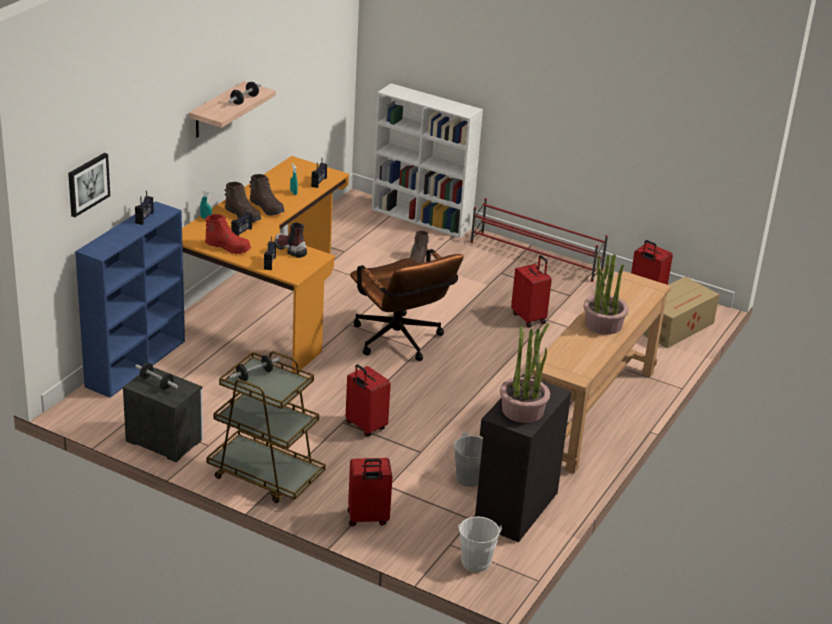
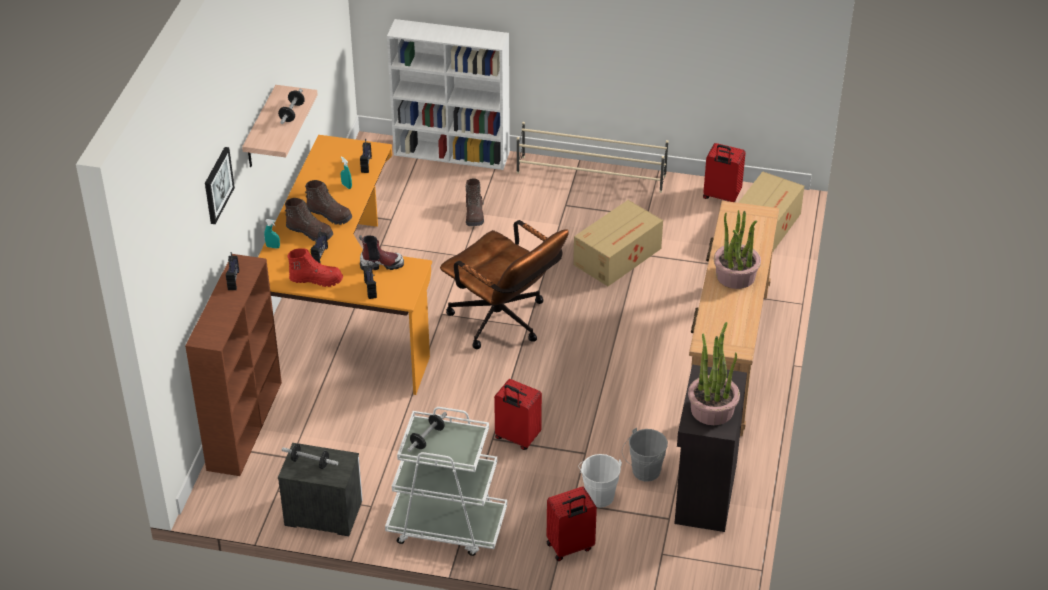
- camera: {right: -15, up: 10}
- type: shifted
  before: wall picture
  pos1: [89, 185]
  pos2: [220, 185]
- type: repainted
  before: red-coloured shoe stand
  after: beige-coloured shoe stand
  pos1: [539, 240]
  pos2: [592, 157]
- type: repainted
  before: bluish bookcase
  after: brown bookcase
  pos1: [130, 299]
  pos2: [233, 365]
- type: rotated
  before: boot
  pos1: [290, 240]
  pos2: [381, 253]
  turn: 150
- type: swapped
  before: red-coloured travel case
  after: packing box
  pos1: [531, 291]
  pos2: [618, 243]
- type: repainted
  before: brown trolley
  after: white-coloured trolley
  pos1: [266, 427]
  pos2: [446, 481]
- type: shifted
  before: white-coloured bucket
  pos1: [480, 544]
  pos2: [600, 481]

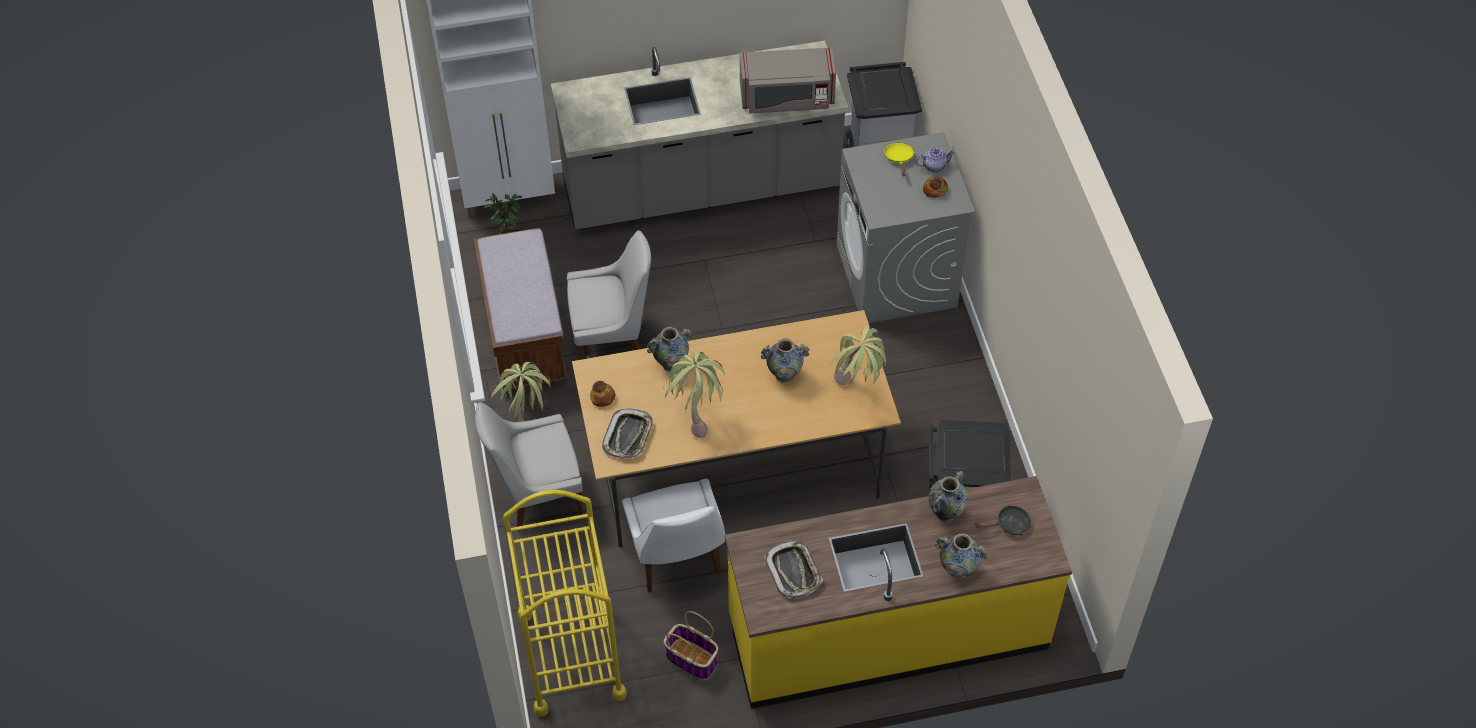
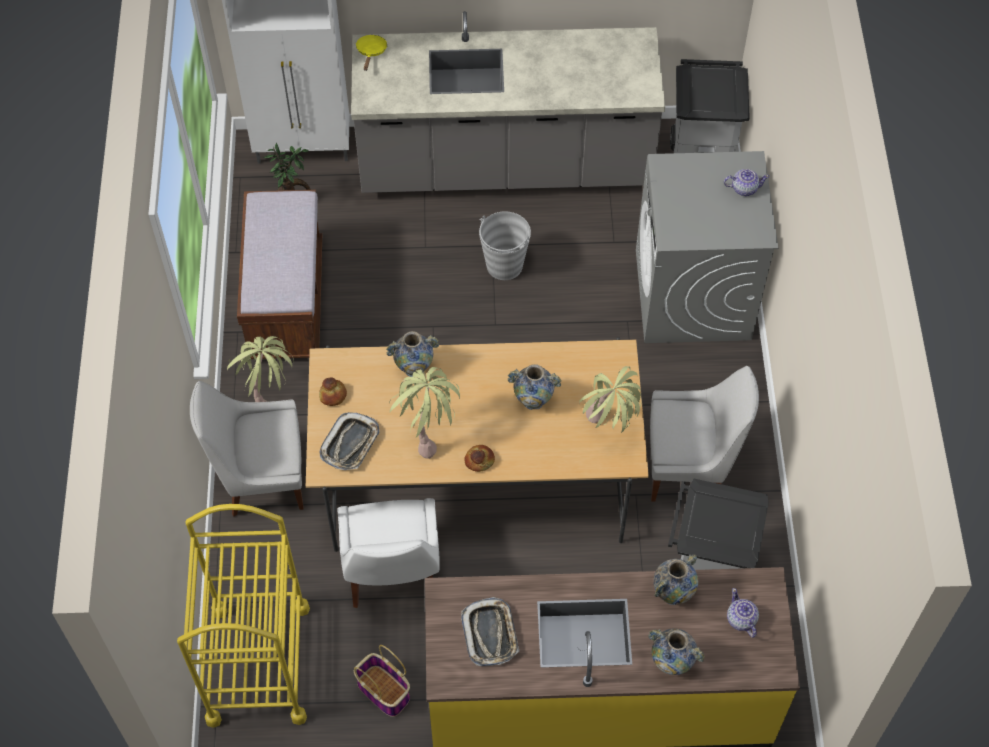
- camera: {right: 10, up: 5}
- type: gone
  before: grey kitchen microwave
  pos1: [788, 80]
- type: shifted
  before: yellow-coloured pan
  pos1: [899, 160]
  pos2: [371, 53]
- type: shifted
  before: baked bread
  pos1: [935, 187]
  pos2: [479, 458]
- type: shifted
  before: white-coloured chair
  pos1: [609, 295]
  pos2: [704, 434]
- type: swapped
  before: black-coloured pan
  after: tea pot
  pos1: [1003, 520]
  pos2: [743, 613]
- type: new
  after: grey bucket
  pos2: [505, 245]

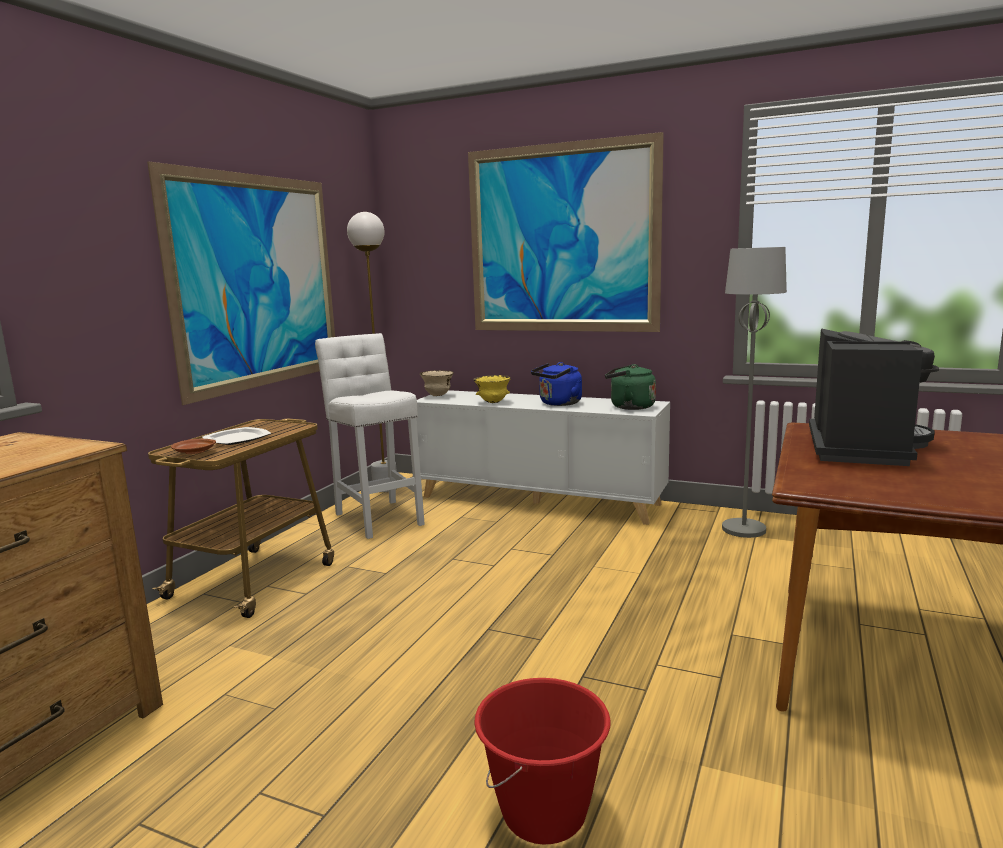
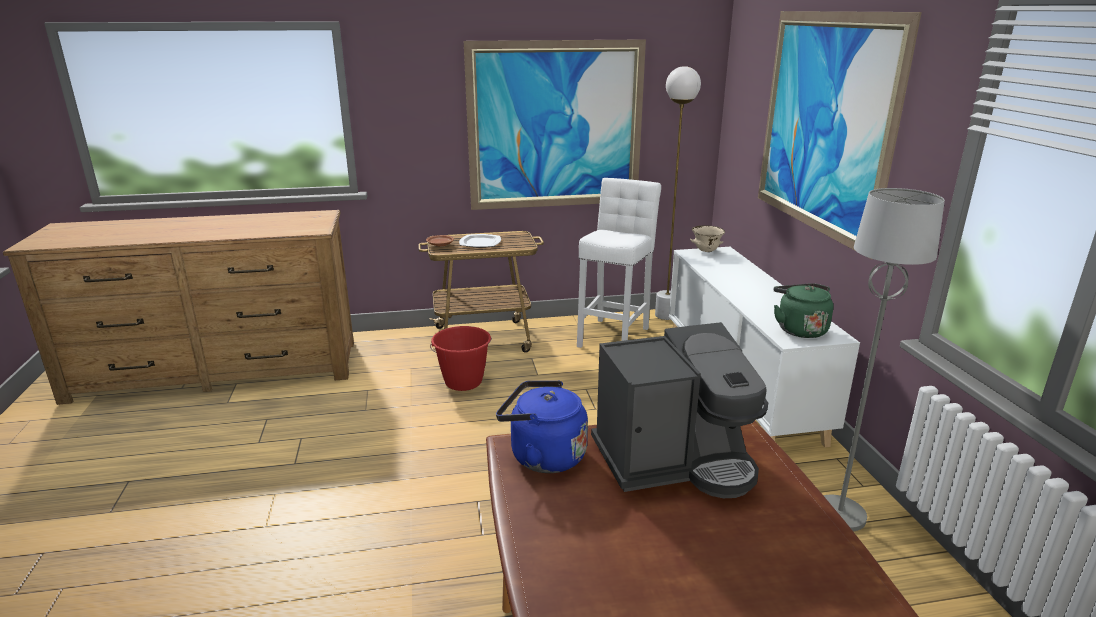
- camera: {right: 55, up: 10}
- type: shifted
  before: bluish kettle
  pos1: [556, 384]
  pos2: [542, 426]
- type: gone
  before: yellow-coloured deep dish
  pos1: [492, 389]
- type: shifted
  before: red-coloured bucket
  pos1: [542, 761]
  pos2: [461, 358]

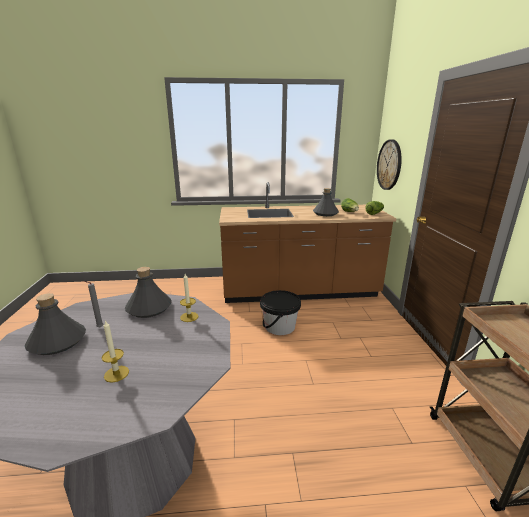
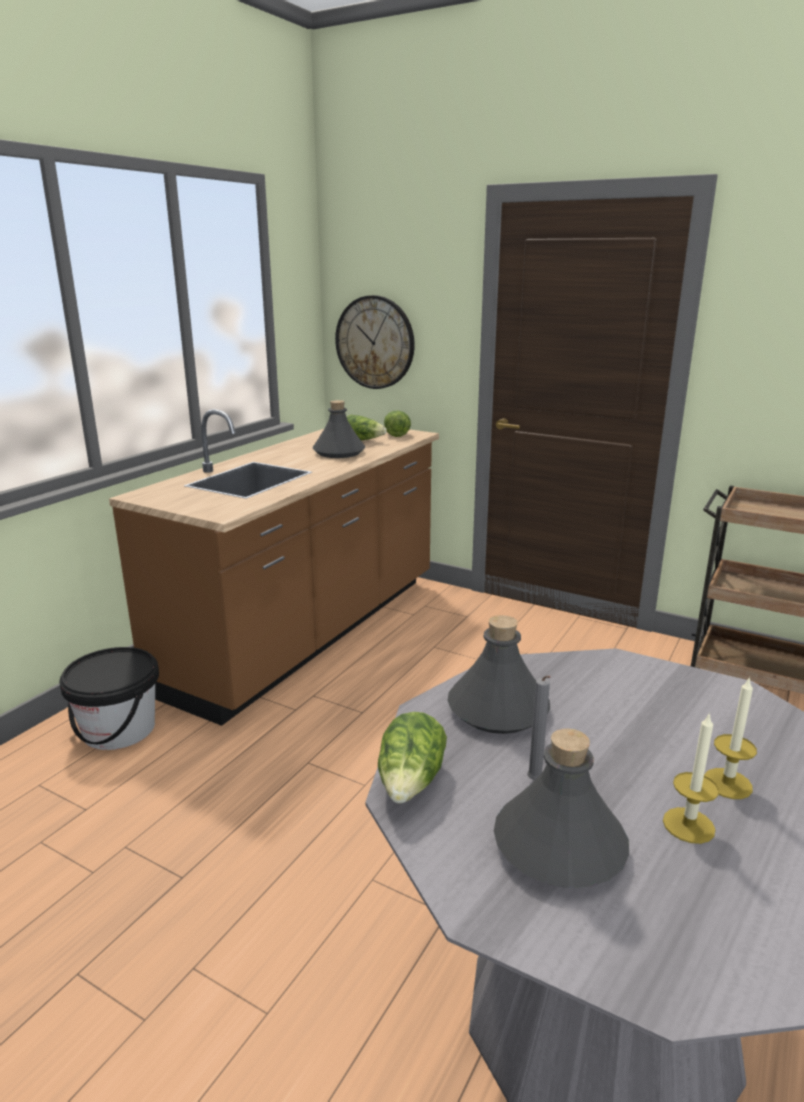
- camera: {right: -55, up: 0}
- type: shifted
  before: wax light
  pos1: [189, 298]
  pos2: [691, 778]
- type: shifted
  before: black-coloured bucket
  pos1: [280, 312]
  pos2: [109, 698]
- type: new
  after: lettuce head
  pos2: [412, 758]

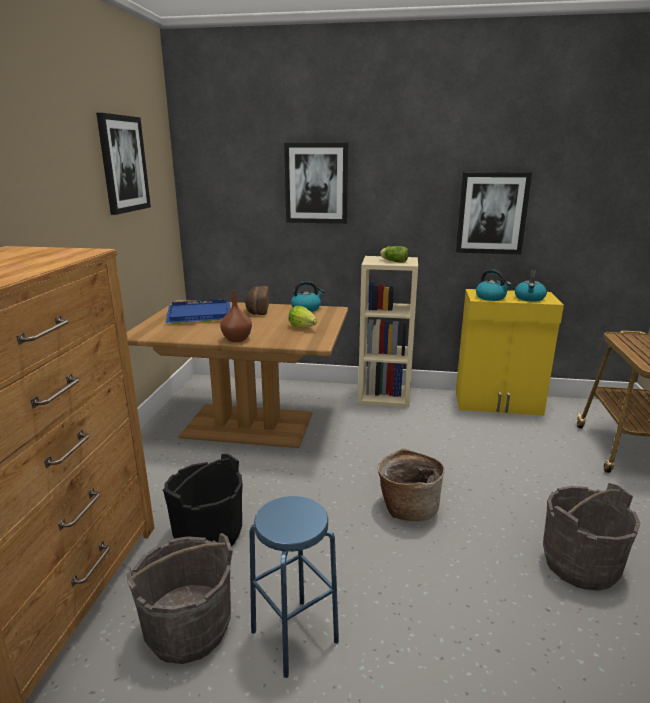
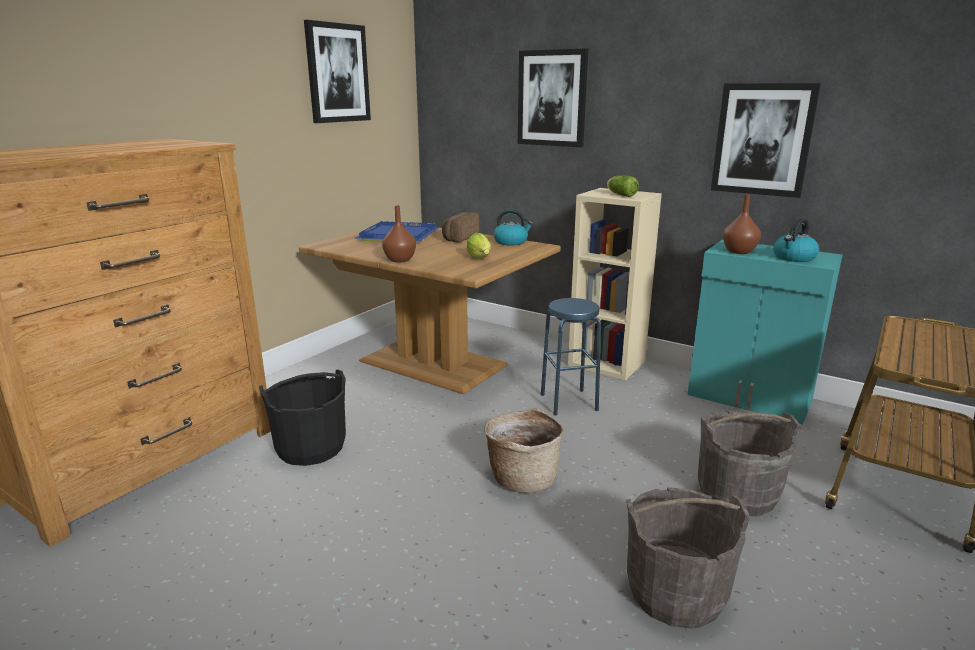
- camera: {right: 25, up: 0}
- type: swapped
  before: kettle
  after: brown vase
  pos1: [493, 285]
  pos2: [742, 224]
- type: repainted
  before: yellow-coloured storage cabinet
  after: turquoise storage cabinet
  pos1: [510, 352]
  pos2: [765, 332]
- type: shifted
  before: bluish sitting stool
  pos1: [294, 587]
  pos2: [571, 357]
- type: shifted
  before: grey bucket
  pos1: [179, 598]
  pos2: [749, 463]

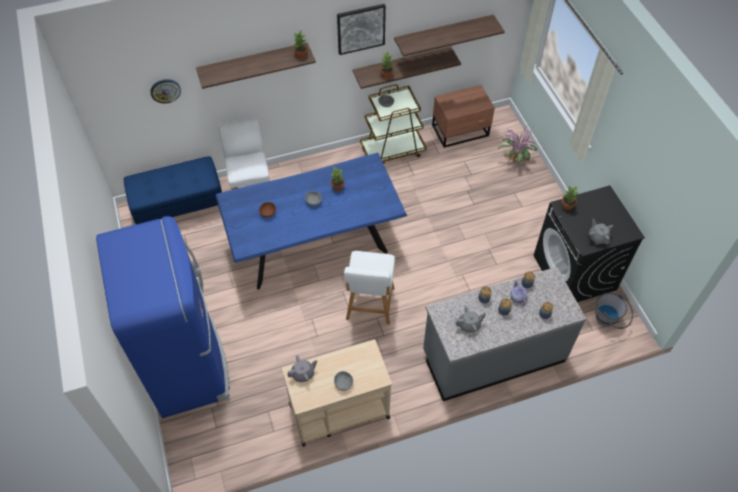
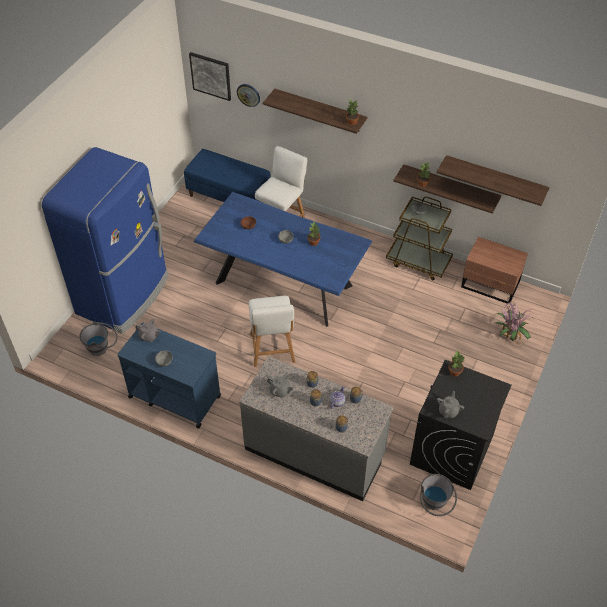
- camera: {right: 45, up: -5}
- type: shifted
  before: wall picture
  pos1: [361, 29]
  pos2: [210, 76]
- type: rotated
  before: white-coloured chair
  pos1: [369, 288]
  pos2: [272, 331]
  turn: -60
- type: repainted
  before: beige-coloured trolley
  after: bluish trolley
  pos1: [337, 393]
  pos2: [169, 376]
- type: new
  after: grey bucket
  pos2: [98, 338]

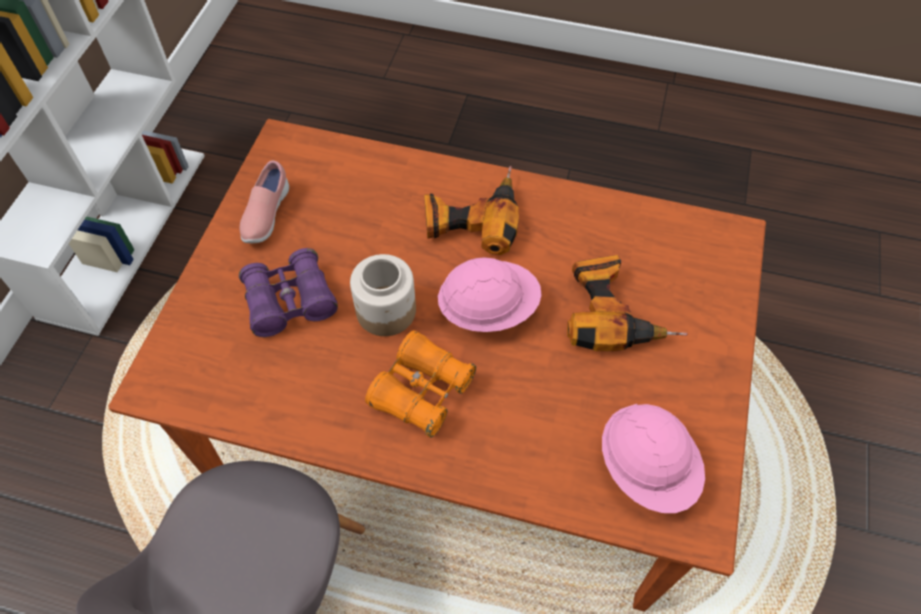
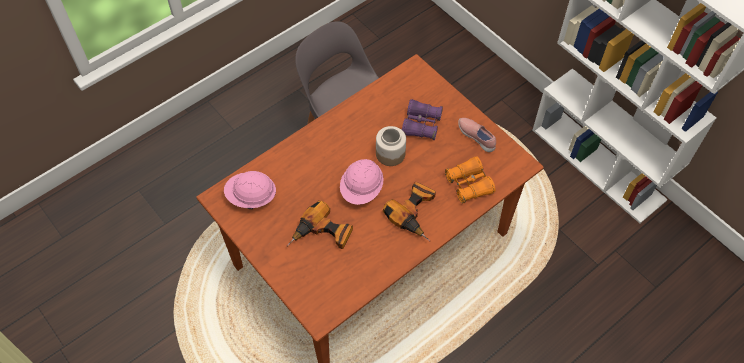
- camera: {right: 125, up: 0}
- type: shifted
  before: orangey field glasses
  pos1: [420, 384]
  pos2: [470, 180]

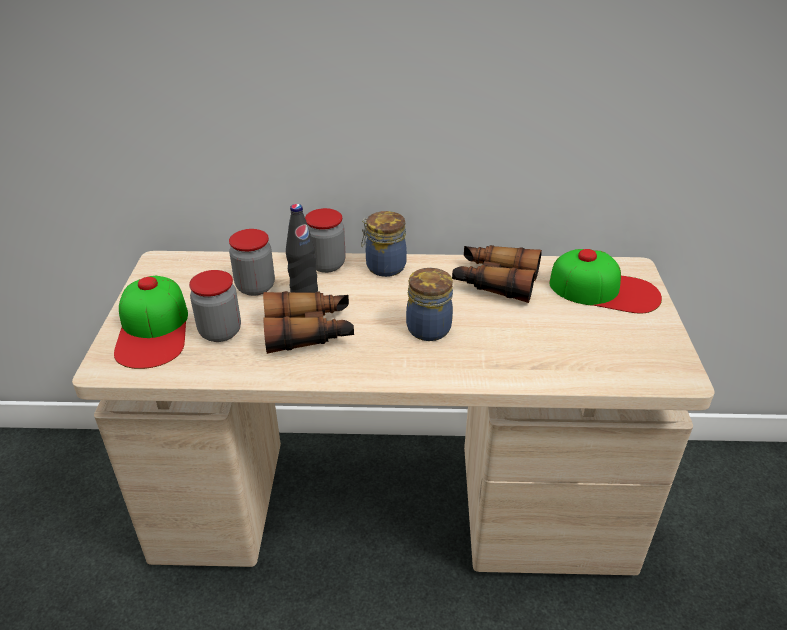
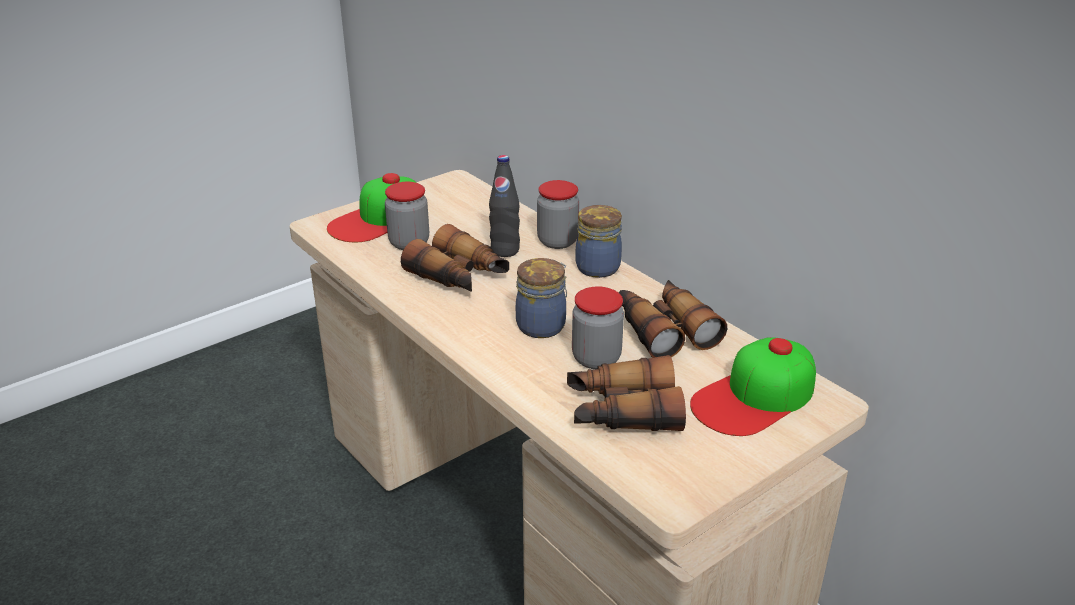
- camera: {right: 50, up: -5}
- type: shifted
  before: preserve jar
  pos1: [252, 262]
  pos2: [598, 327]
- type: rotated
  before: baseball cap
  pos1: [605, 281]
  pos2: [753, 386]
  turn: 75
- type: new
  after: field glasses
  pos2: [626, 393]

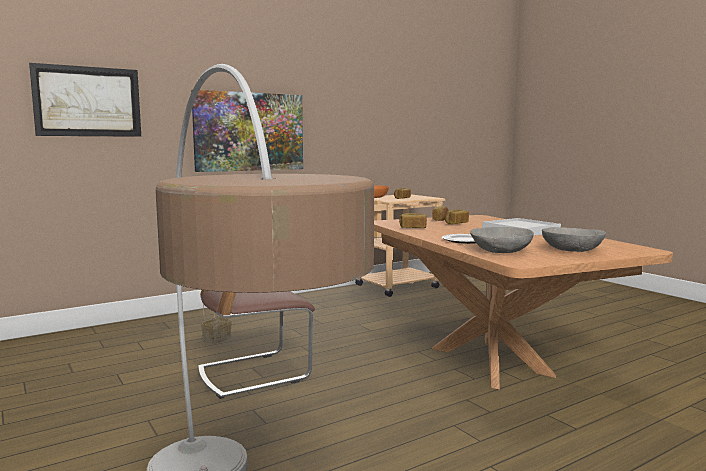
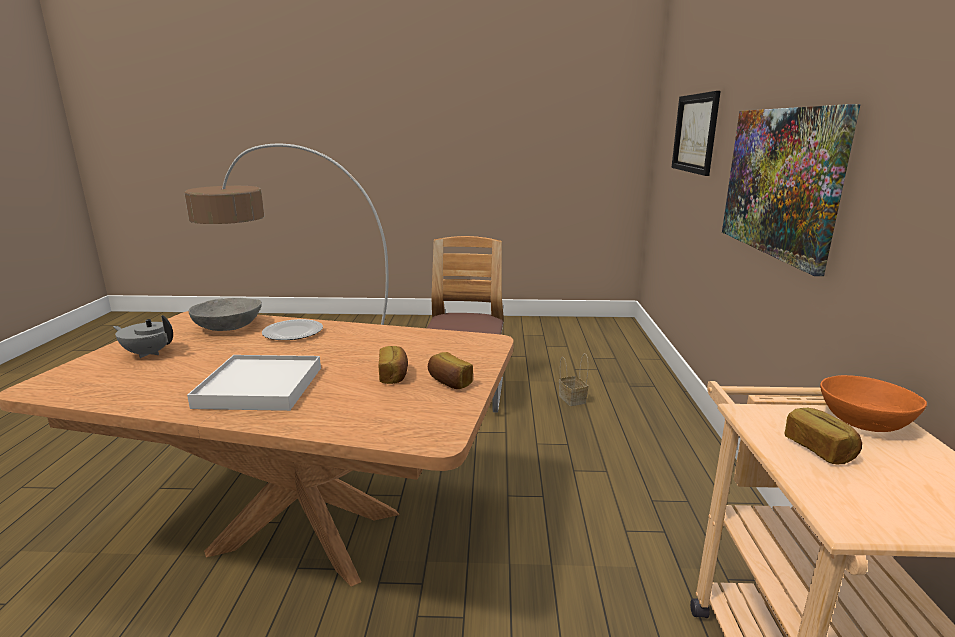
- camera: {right: 125, up: 10}
- type: gone
  before: baked bread
  pos1: [413, 220]
- type: swapped
  before: grey deep dish
  after: grey tea pot
  pos1: [574, 239]
  pos2: [143, 336]

